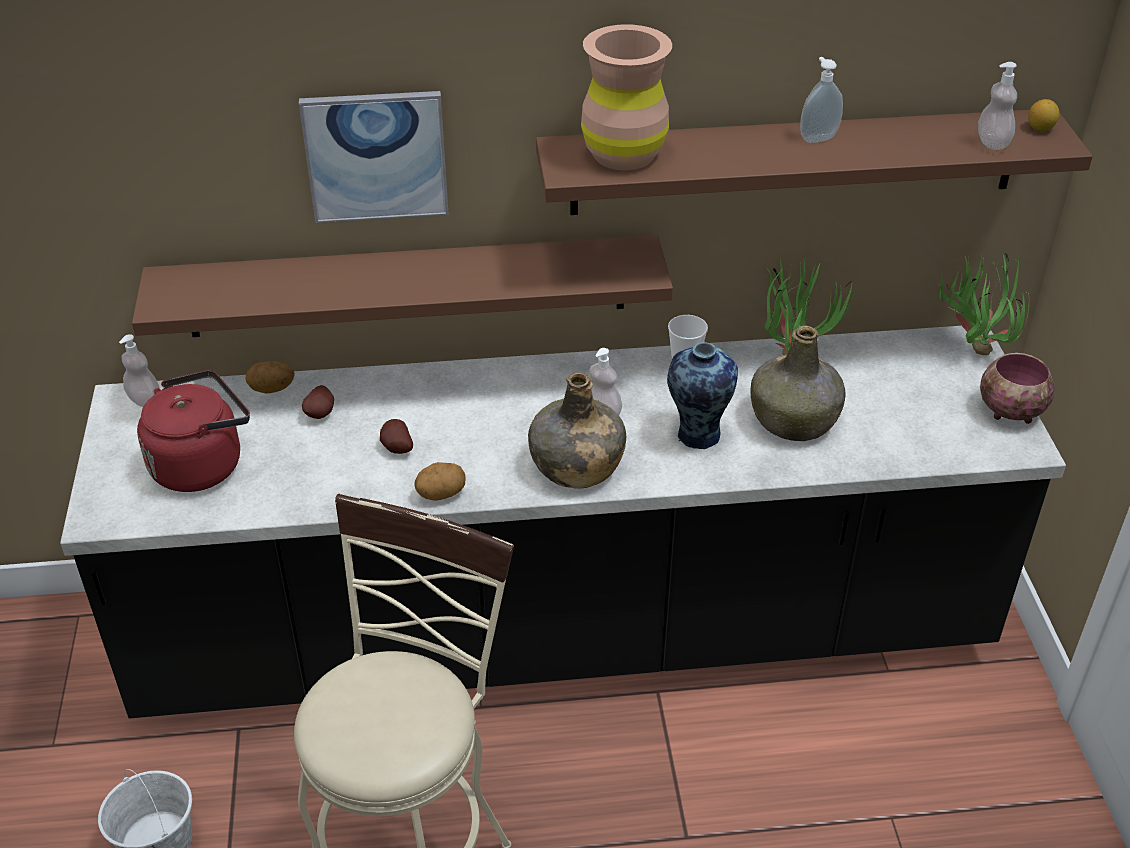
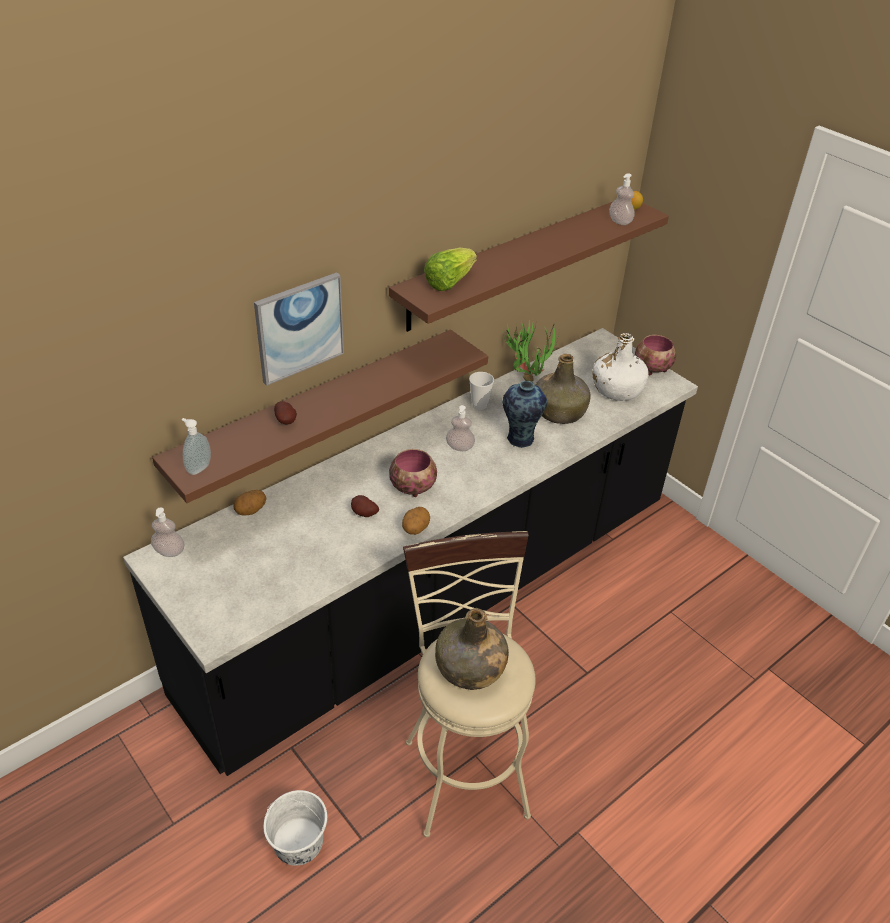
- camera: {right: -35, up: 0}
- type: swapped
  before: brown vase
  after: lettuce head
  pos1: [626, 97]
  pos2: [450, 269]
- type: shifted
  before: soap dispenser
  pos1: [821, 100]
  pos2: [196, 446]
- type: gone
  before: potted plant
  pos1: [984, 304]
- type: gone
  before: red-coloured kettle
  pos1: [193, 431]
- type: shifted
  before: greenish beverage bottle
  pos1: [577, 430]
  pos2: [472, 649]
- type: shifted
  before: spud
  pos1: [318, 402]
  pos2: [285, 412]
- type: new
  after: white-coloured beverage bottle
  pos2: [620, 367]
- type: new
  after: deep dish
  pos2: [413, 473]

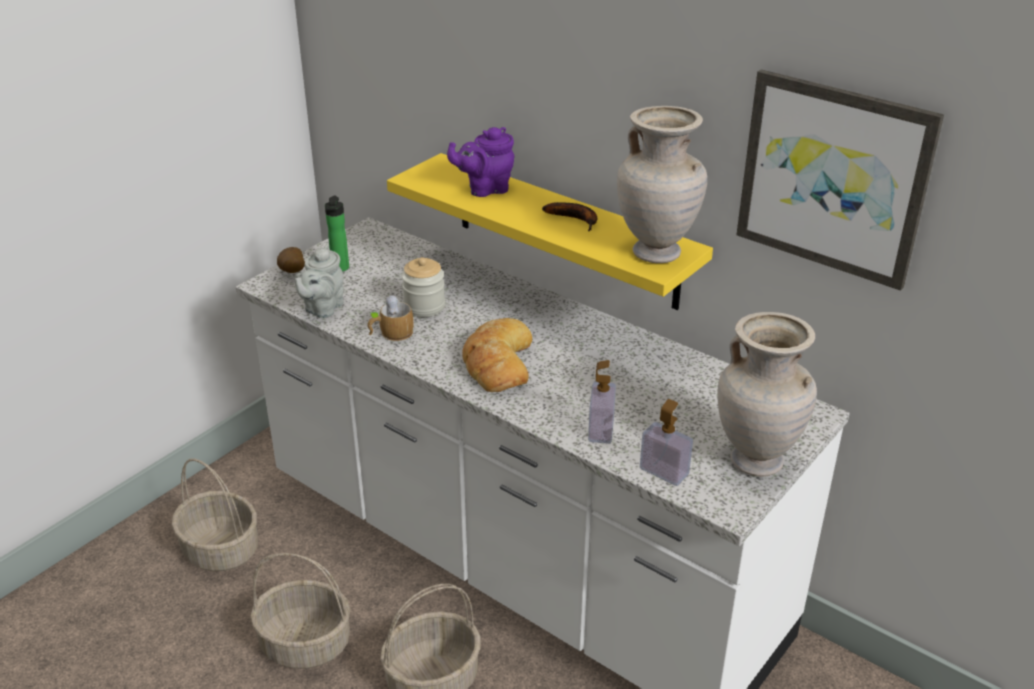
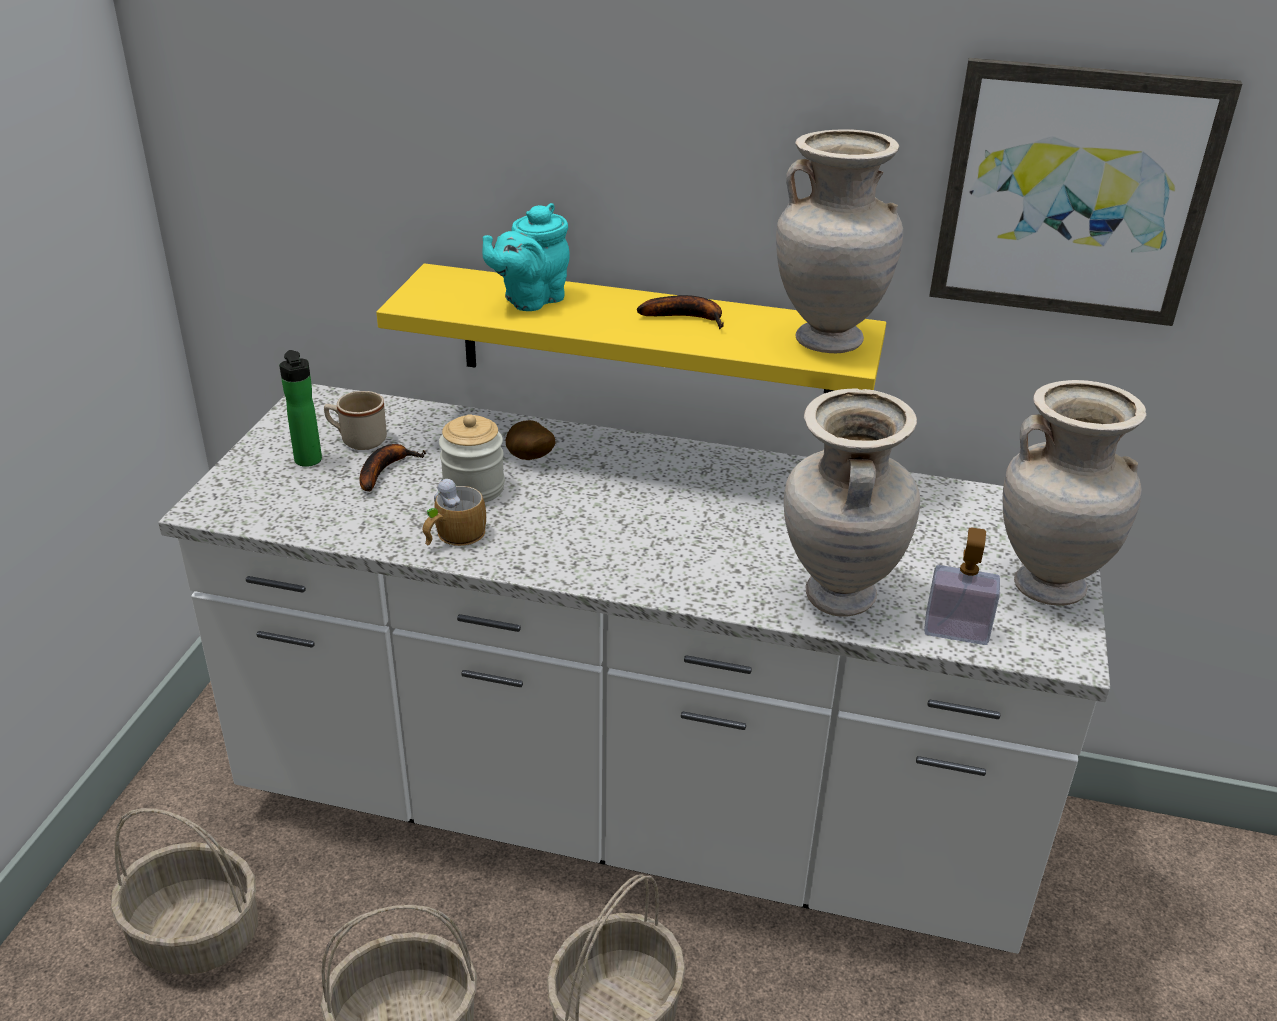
- camera: {right: -25, up: 0}
- type: repainted
  before: purplish tea pot
  after: turquoise tea pot
  pos1: [480, 162]
  pos2: [526, 257]
- type: gone
  before: grey tea pot
  pos1: [319, 281]
- type: shifted
  before: spud
  pos1: [291, 260]
  pos2: [530, 440]
- type: gone
  before: baked bread
  pos1: [497, 355]
- type: swapped
  before: soap dispenser
  after: beige-coloured vase
  pos1: [602, 402]
  pos2: [852, 503]
- type: new
  after: beige-coloured coffee mug
  pos2: [355, 420]
- type: new
  after: banana
  pos2: [393, 468]

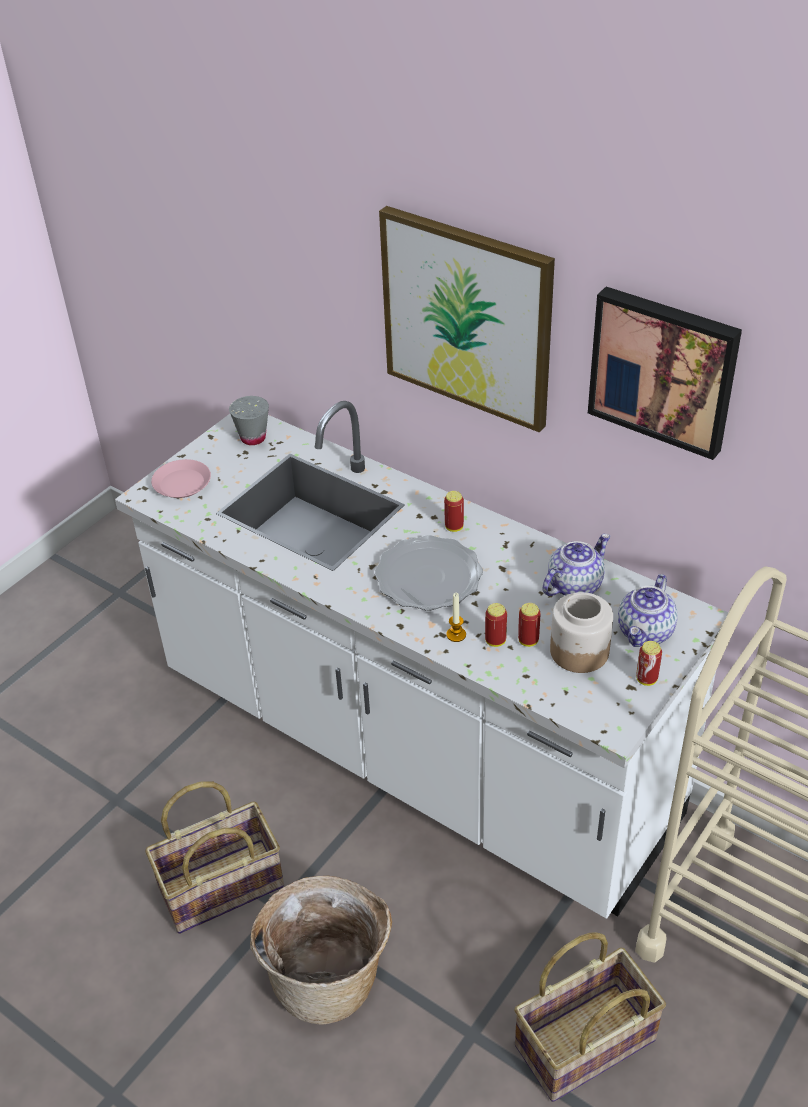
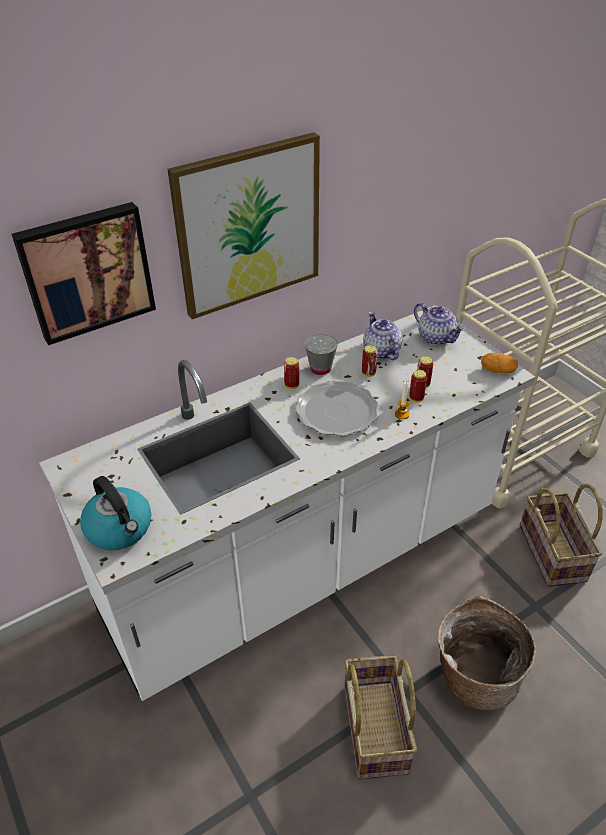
- camera: {right: -70, up: 0}
- type: shifted
  before: wall picture
  pos1: [665, 373]
  pos2: [84, 273]
- type: shifted
  before: grey drinking cup
  pos1: [249, 420]
  pos2: [321, 354]
- type: swapped
  before: pinkish plate
  after: kettle
  pos1: [181, 478]
  pos2: [116, 513]
- type: gone
  before: preserve jar
  pos1: [581, 632]
- type: shifted
  before: metal can
  pos1: [649, 663]
  pos2: [370, 361]
- type: new
  after: spud
  pos2: [499, 363]

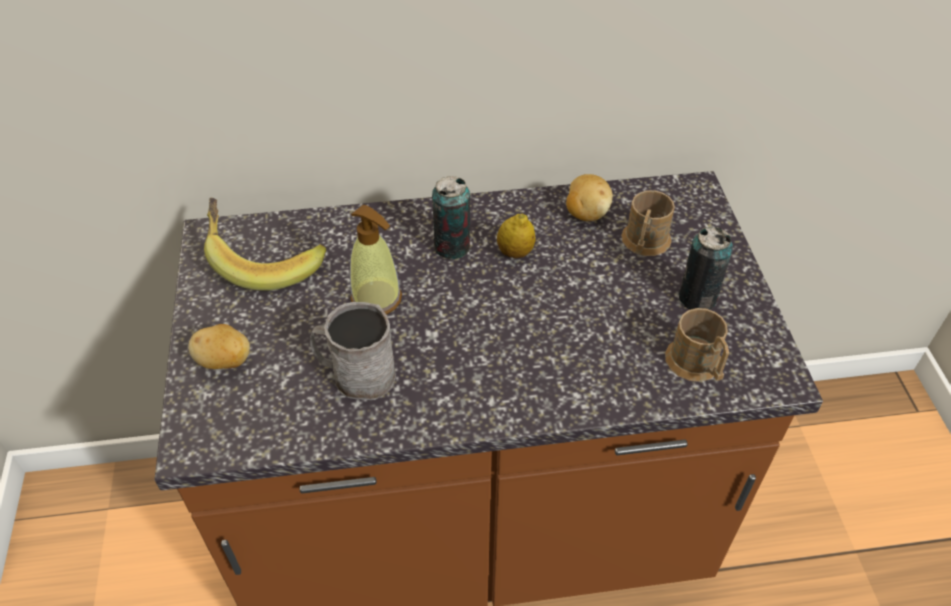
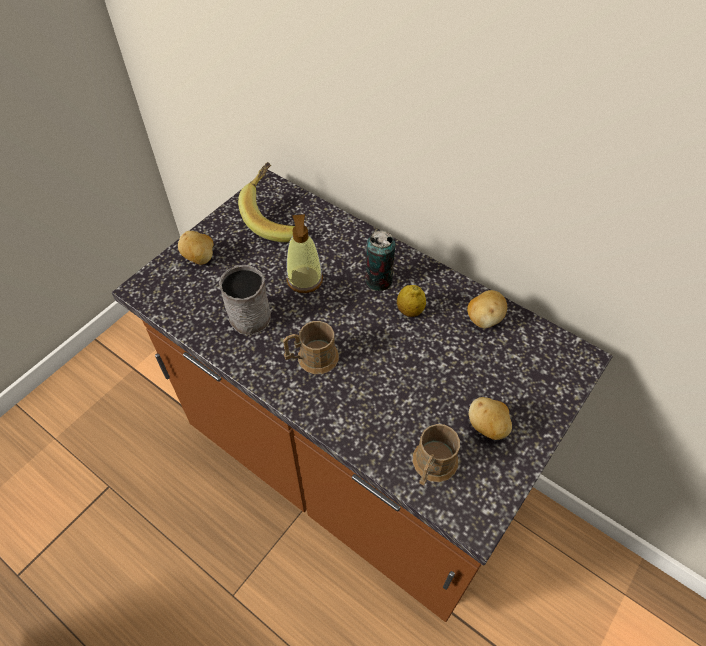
- camera: {right: 45, up: 5}
- type: shifted
  before: brown coffee mug
  pos1: [648, 223]
  pos2: [311, 347]
- type: swapped
  before: metal can
  after: spud
  pos1: [706, 268]
  pos2: [490, 418]

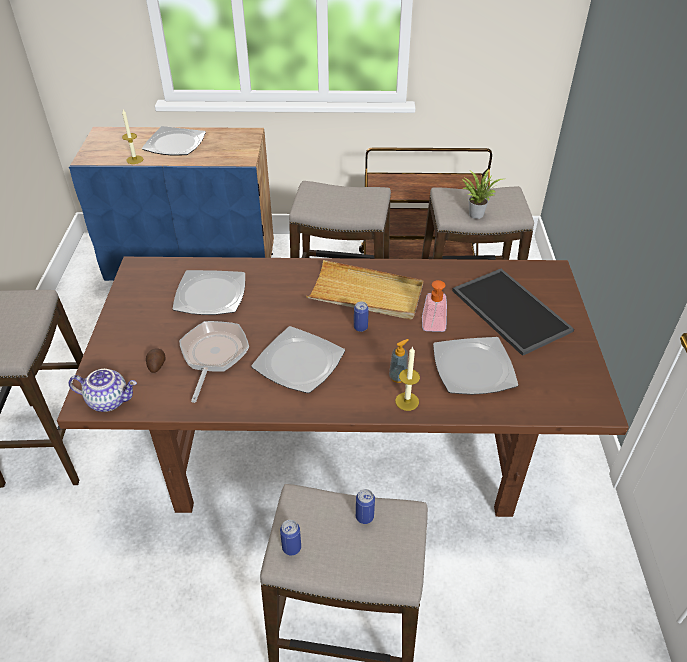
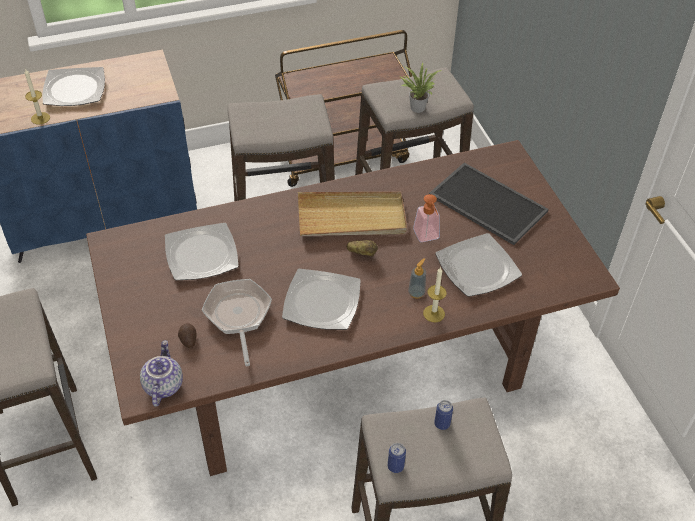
- camera: {right: -20, up: 5}
- type: swapped
  before: metal can
  after: spud
  pos1: [361, 316]
  pos2: [362, 248]
- type: rotated
  before: tea pot
  pos1: [103, 390]
  pos2: [161, 373]
  turn: -75

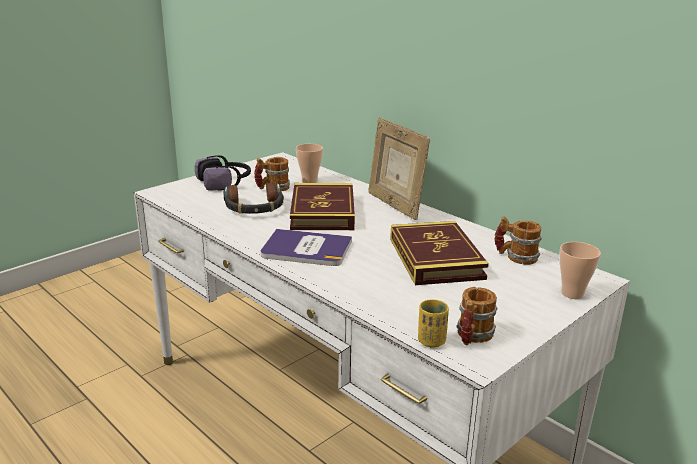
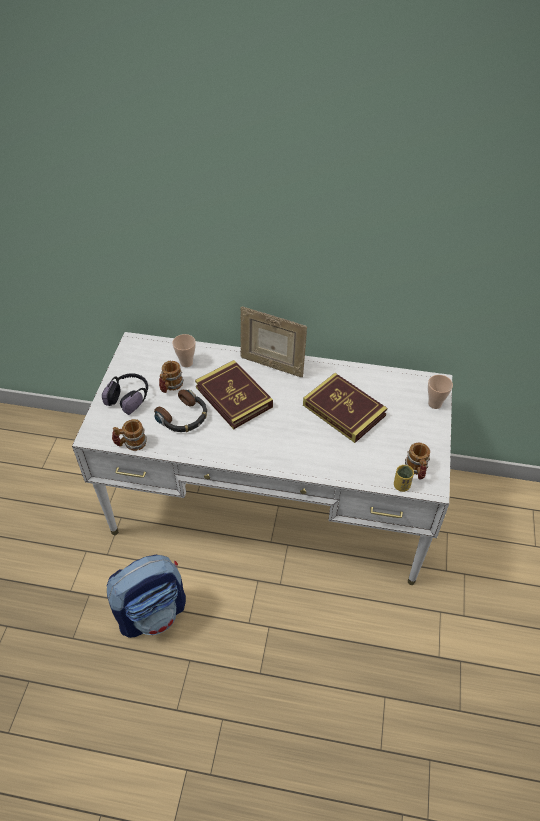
- camera: {right: -35, up: 25}
- type: shifted
  before: coffee mug
  pos1: [518, 240]
  pos2: [129, 435]
- type: gone
  before: volume
  pos1: [306, 247]
- type: new
  after: backpack
  pos2: [146, 596]

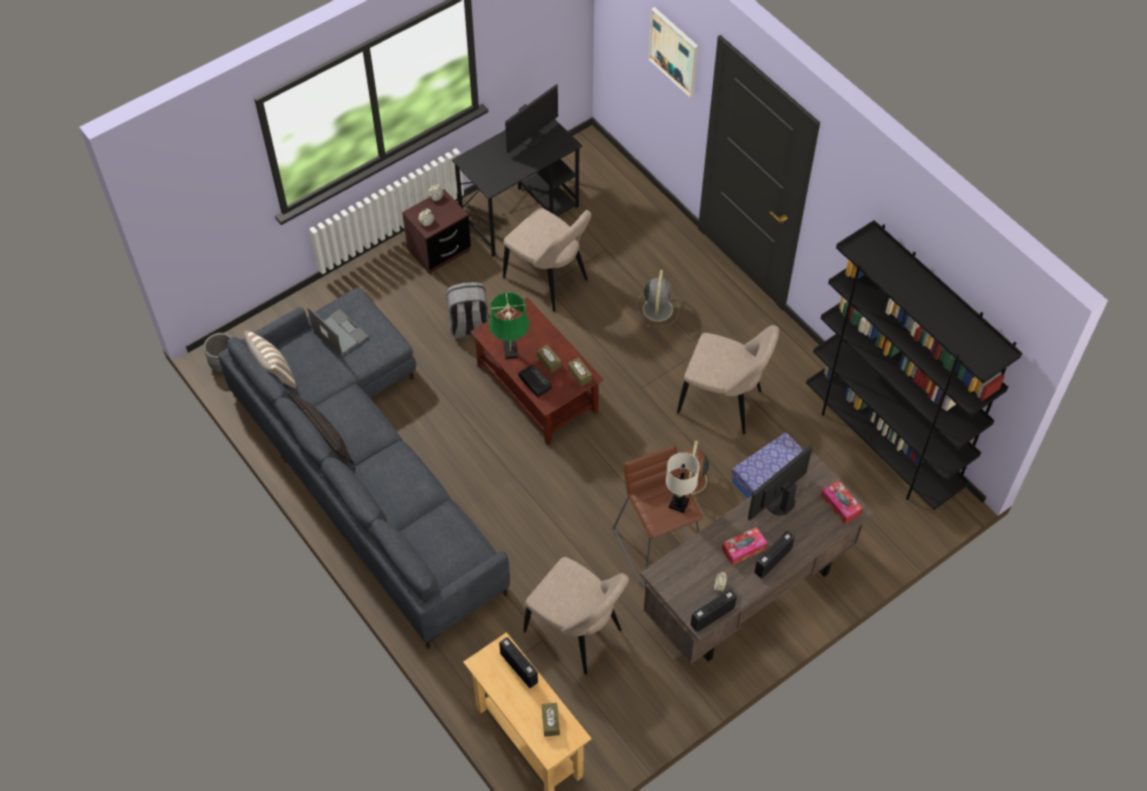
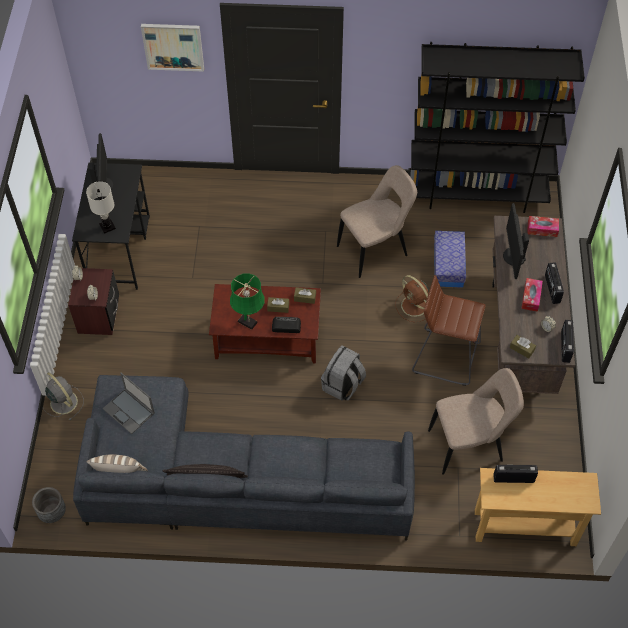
- camera: {right: -50, up: 0}
- type: gone
  before: beige-coloured chair
  pos1: [547, 260]
- type: shifted
  before: grey fan
  pos1: [657, 298]
  pos2: [63, 396]
- type: shifted
  before: grey backpack
  pos1: [467, 310]
  pos2: [343, 373]
- type: rotated
  before: portable computer
  pos1: [338, 332]
  pos2: [129, 403]
  turn: -135
- type: shifted
  before: white-coloured lamp for a table
  pos1: [682, 482]
  pos2: [101, 207]
- type: shifted
  before: brown tissue holder
  pos1: [551, 720]
  pos2: [523, 346]

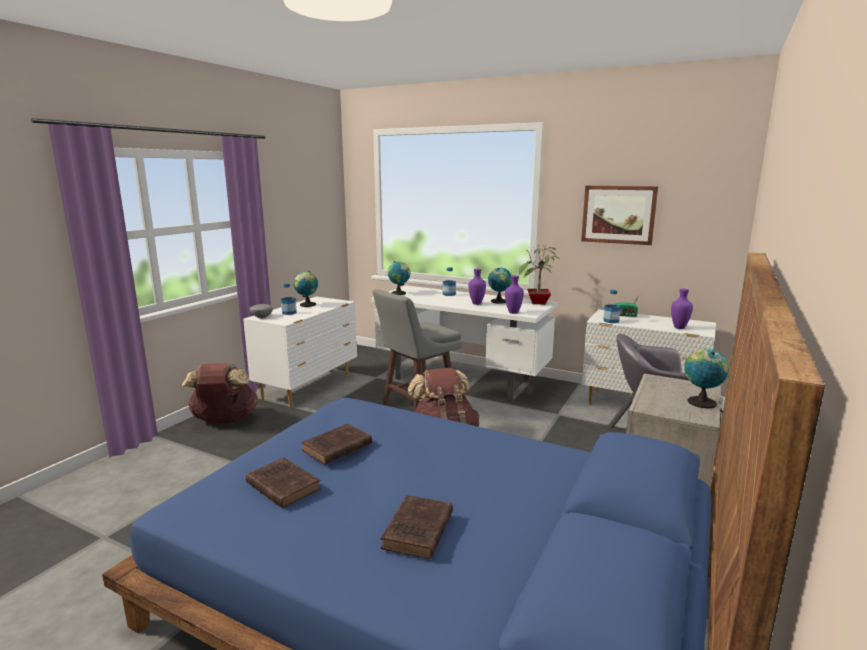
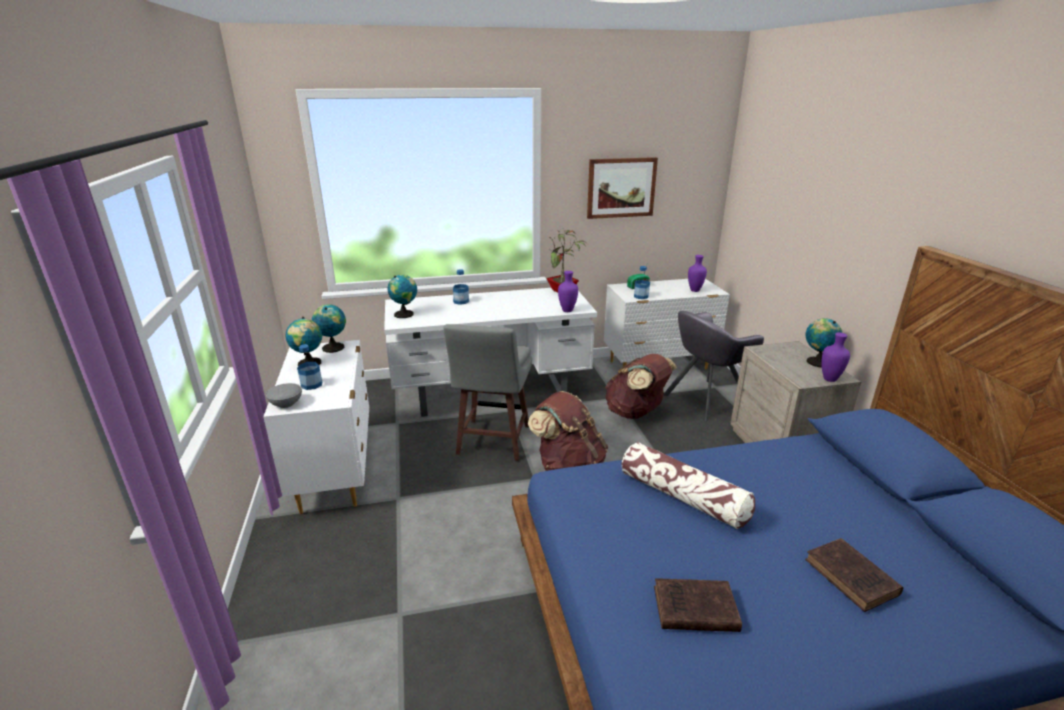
- camera: {right: -40, up: 10}
- type: shifted
  before: world globe
  pos1: [500, 285]
  pos2: [329, 328]
- type: shifted
  before: purplish vase
  pos1: [477, 287]
  pos2: [835, 357]
- type: shifted
  before: brown backpack
  pos1: [220, 393]
  pos2: [641, 386]
- type: gone
  before: brown volume
  pos1: [336, 444]
- type: new
  after: pillow
  pos2: [688, 485]

